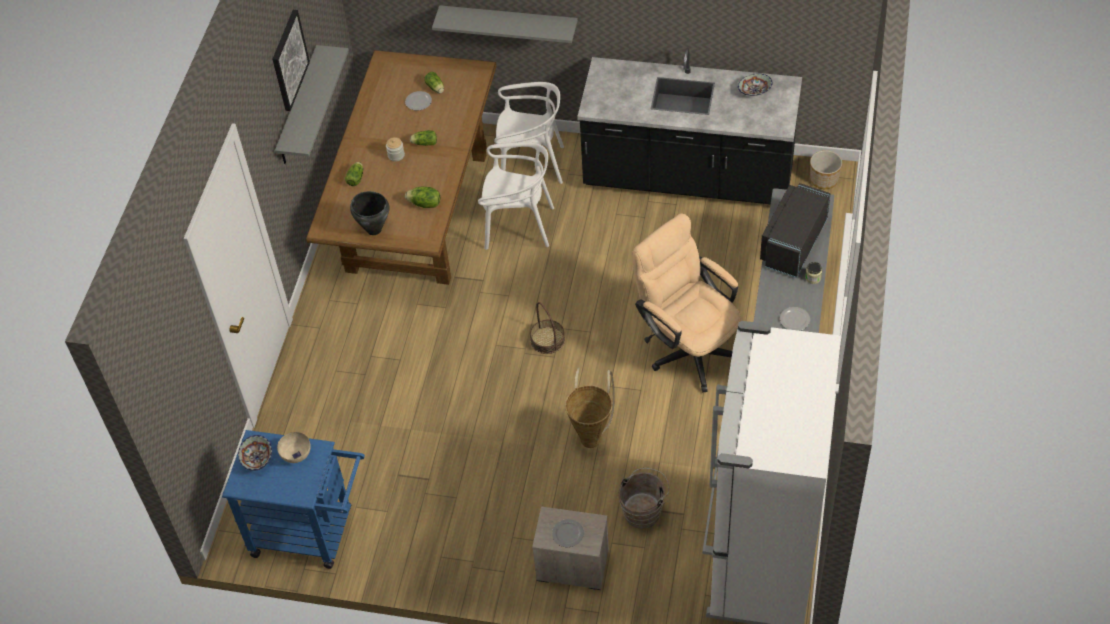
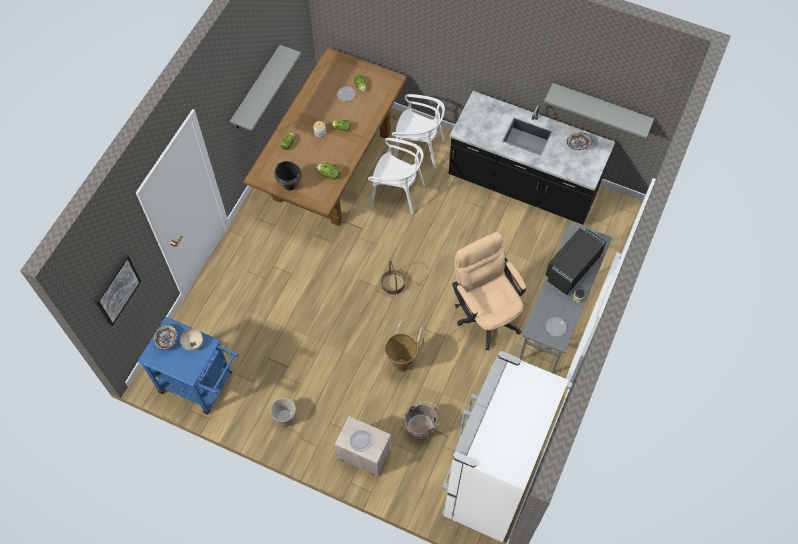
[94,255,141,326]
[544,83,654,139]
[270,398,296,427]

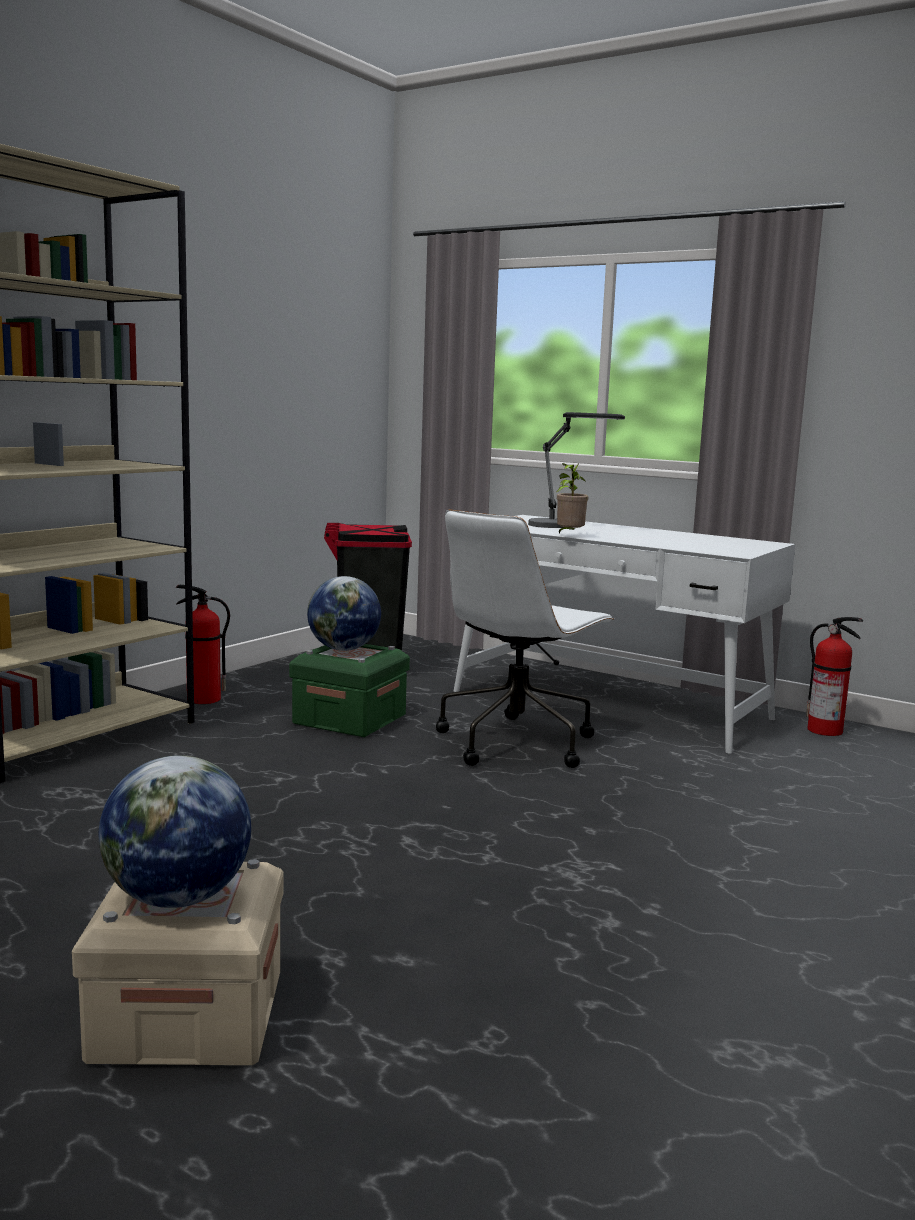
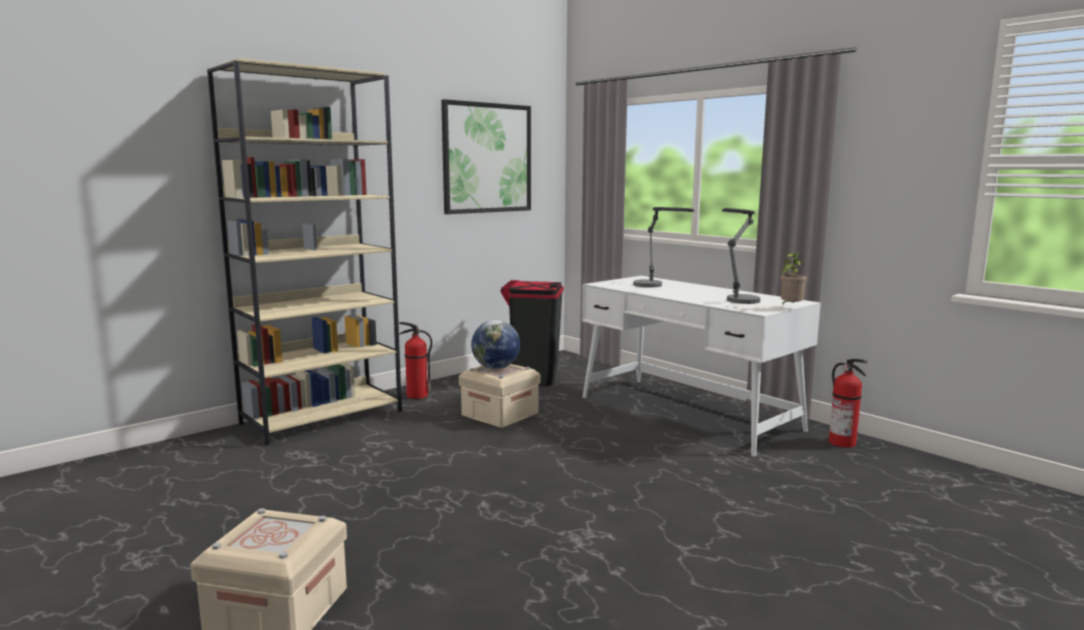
[99,755,251,908] (first image)
[459,364,541,428]
[436,510,614,768] (first image)
[781,252,807,304]
[441,99,531,214]
[722,208,760,304]

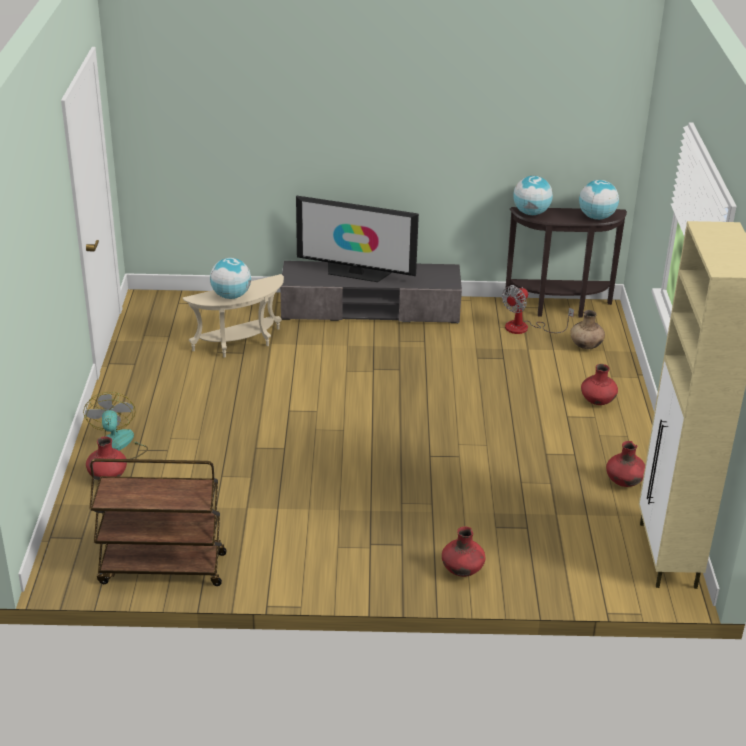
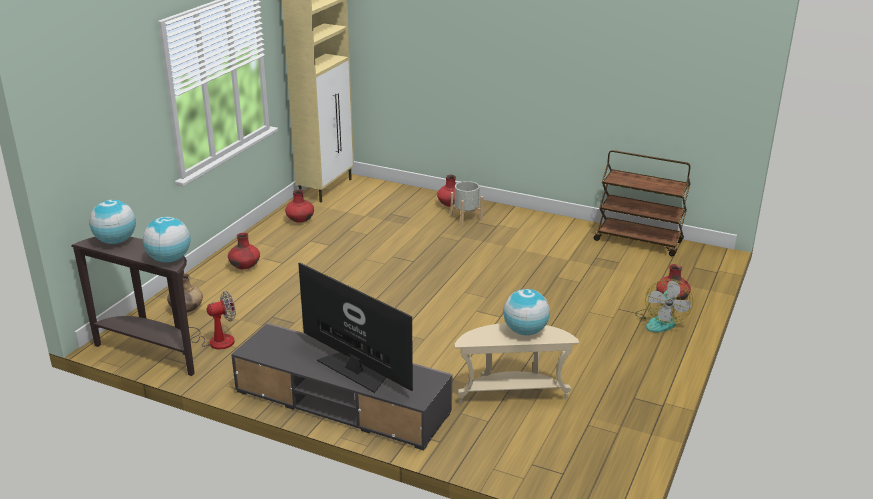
[450,181,483,225]

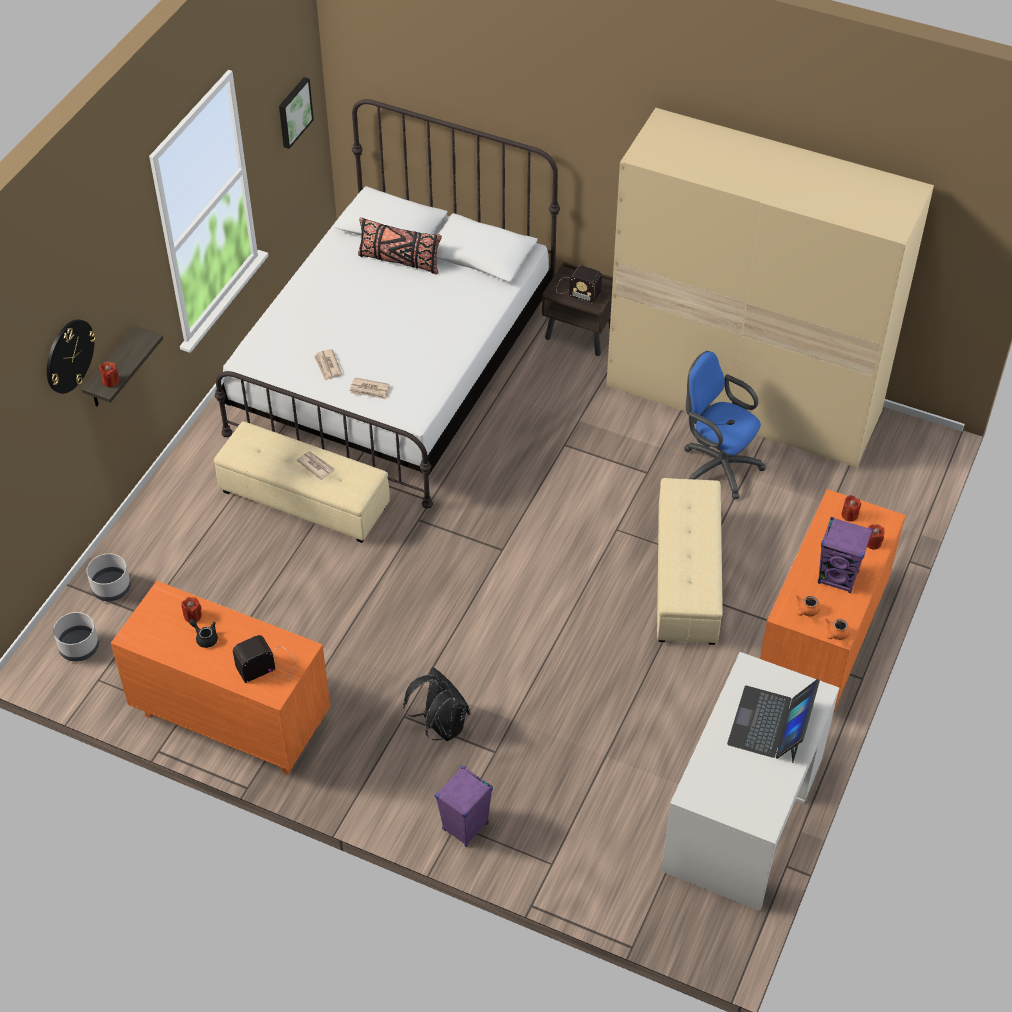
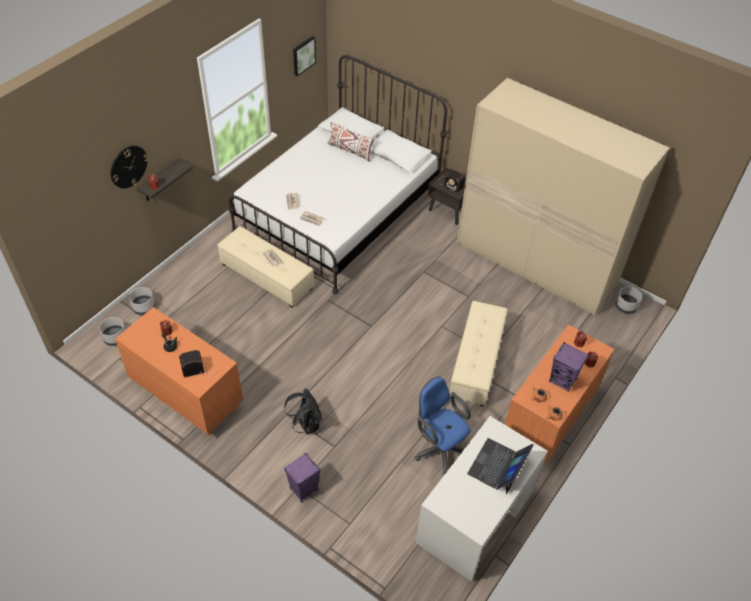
[328,122,375,162]
[415,376,471,475]
[615,287,642,314]

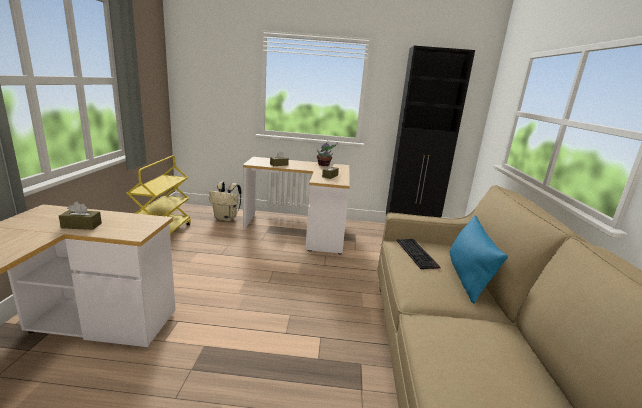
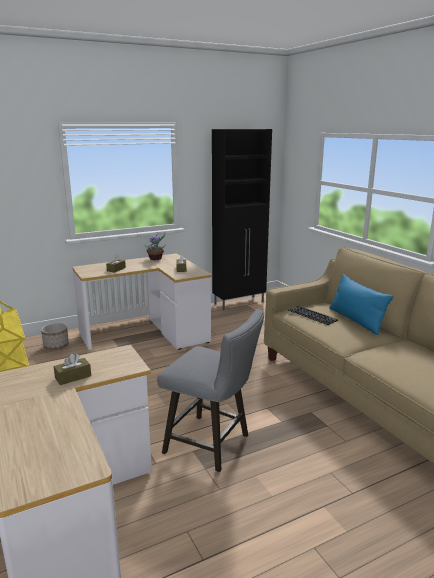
[41,323,69,350]
[157,309,264,472]

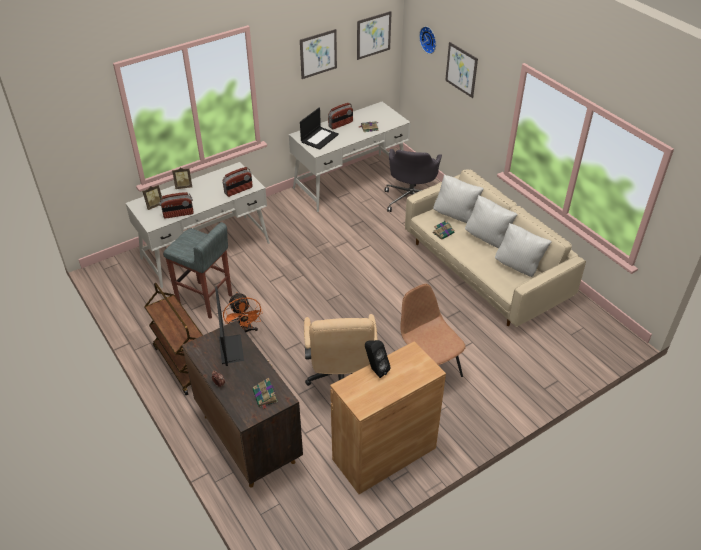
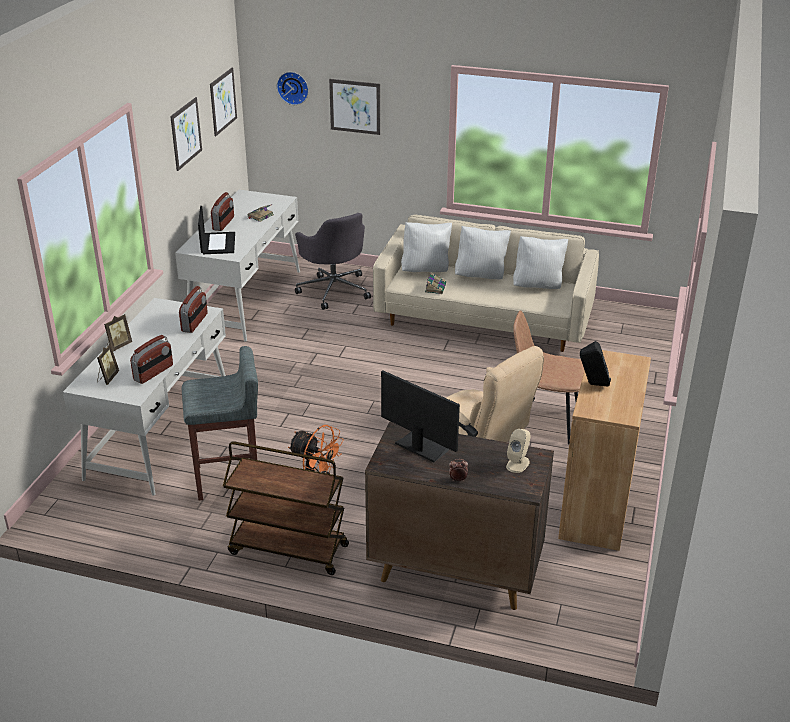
[506,429,530,473]

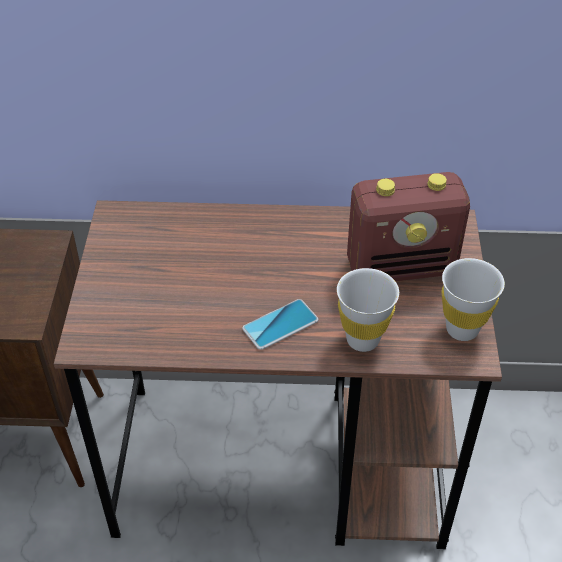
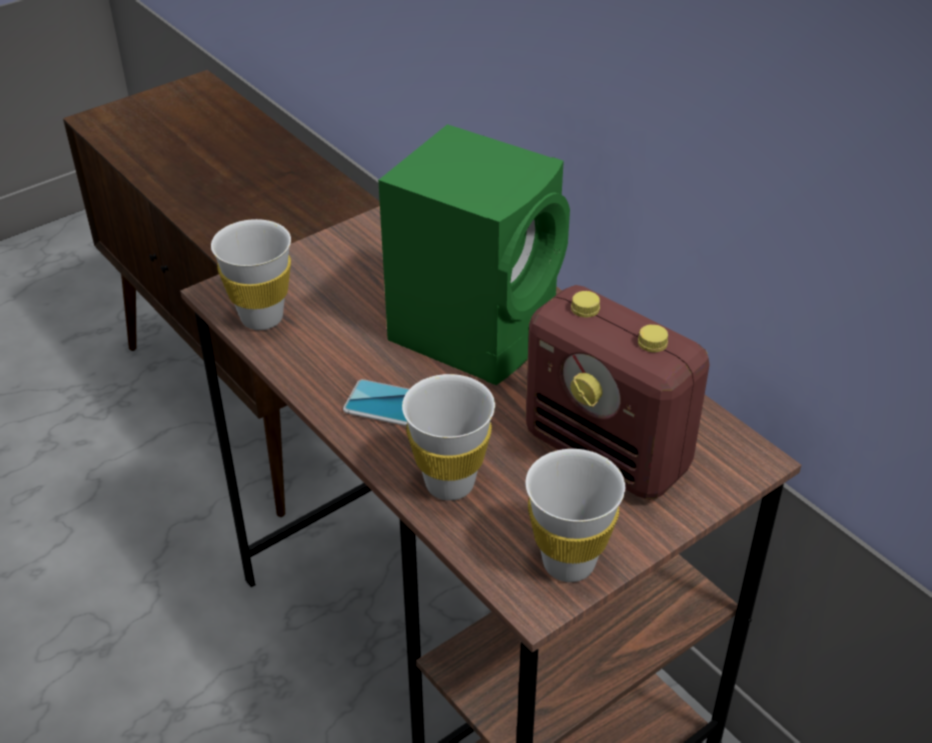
[211,219,291,330]
[378,124,570,385]

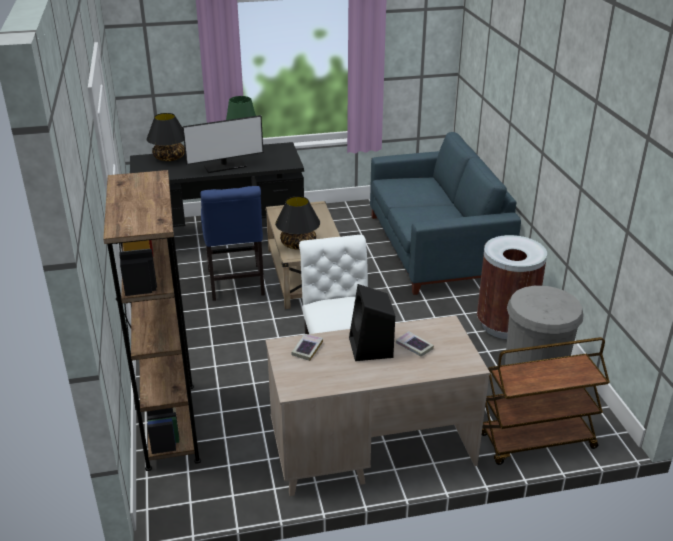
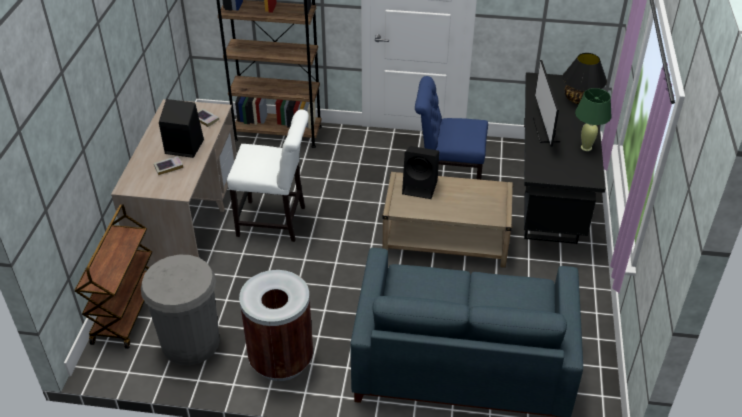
[402,146,439,199]

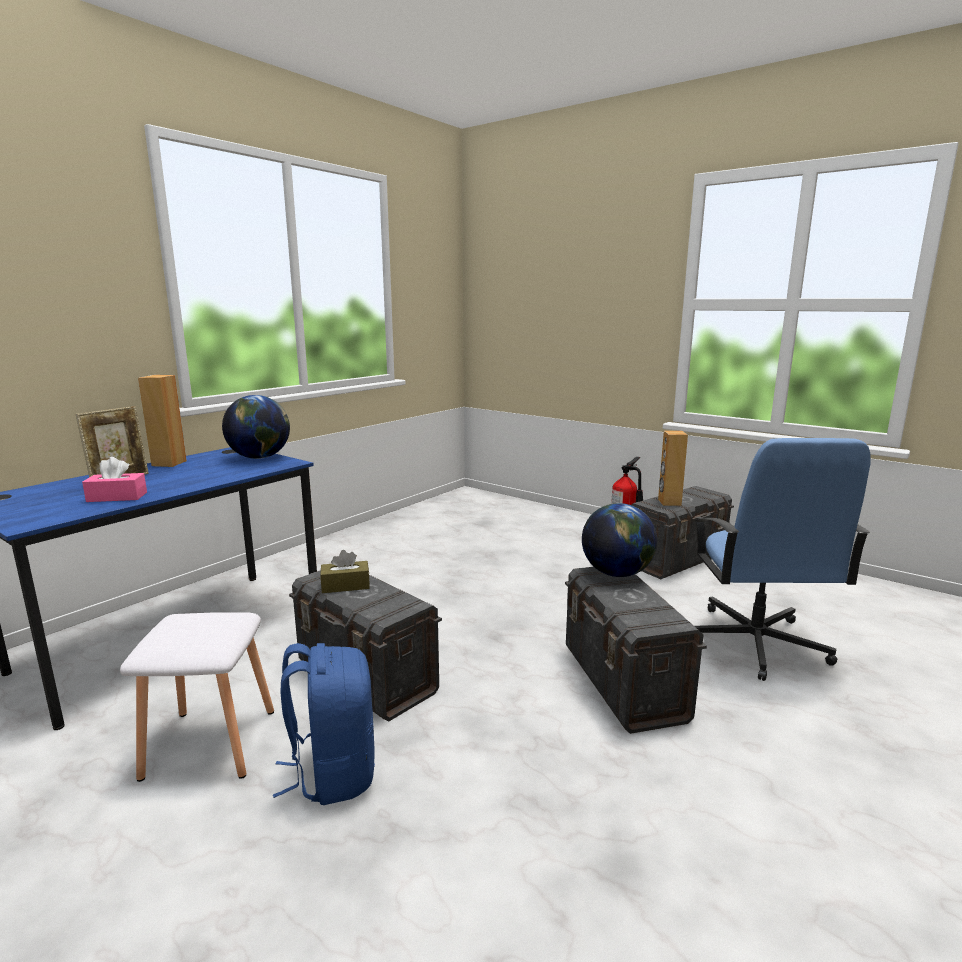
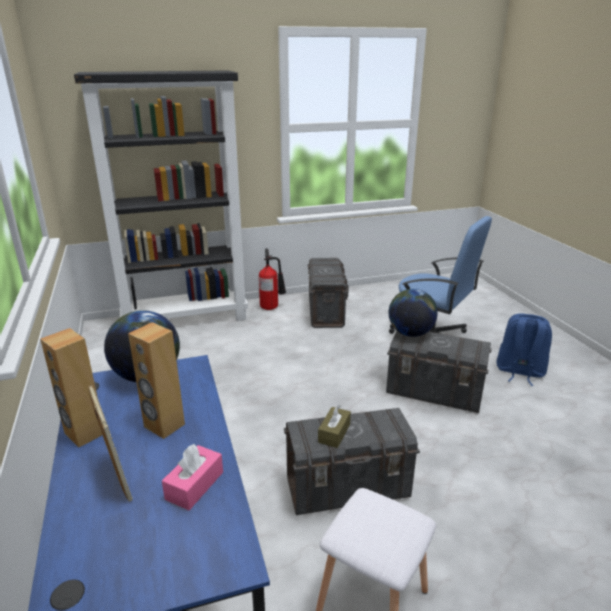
[496,313,552,386]
[128,322,185,439]
[74,70,248,321]

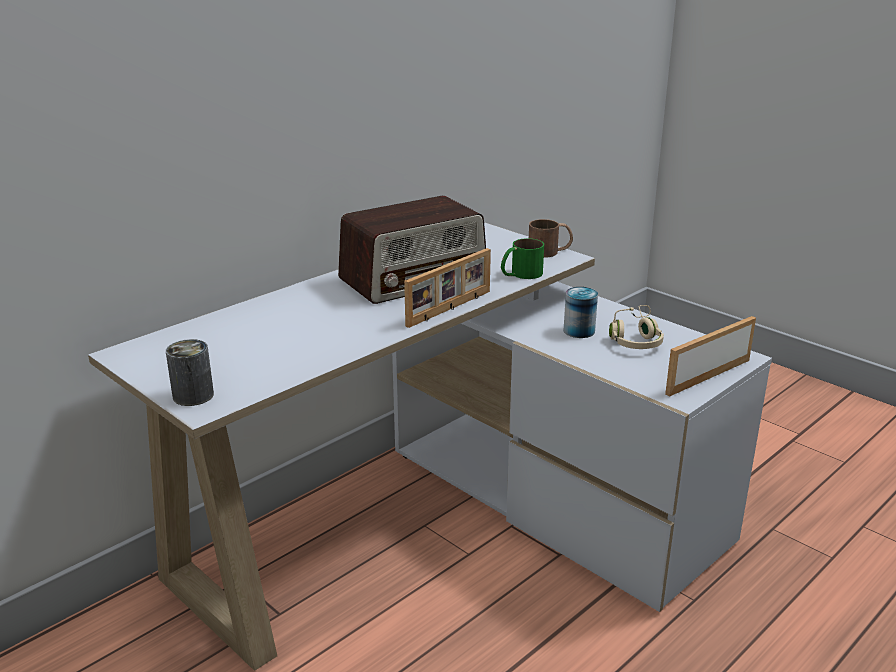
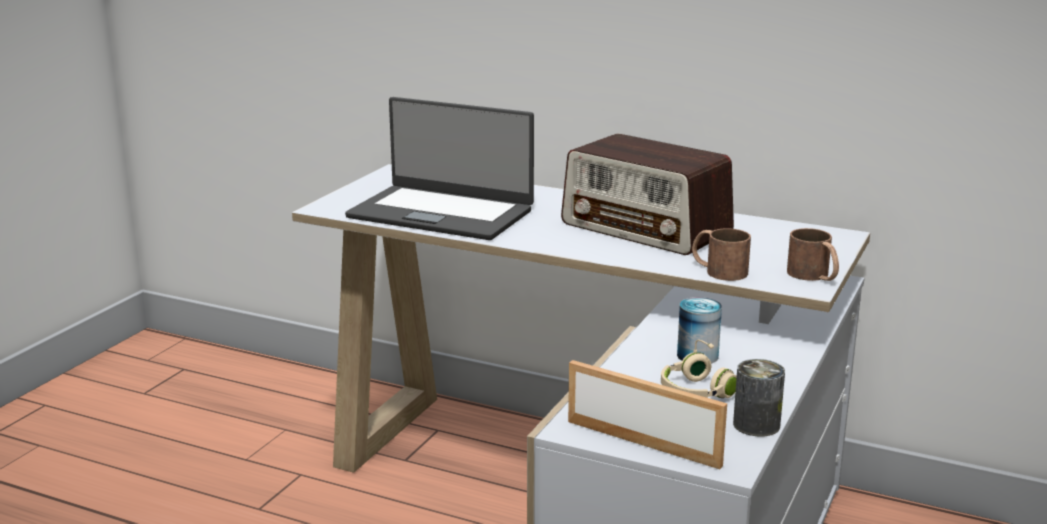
[733,359,785,437]
[404,248,491,328] (first image)
[692,228,751,281]
[345,97,534,240]

